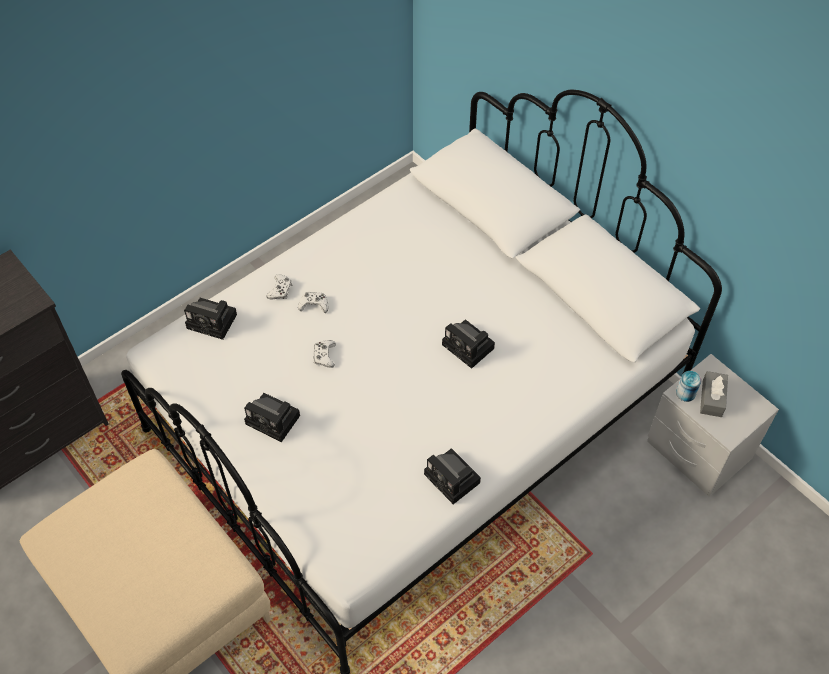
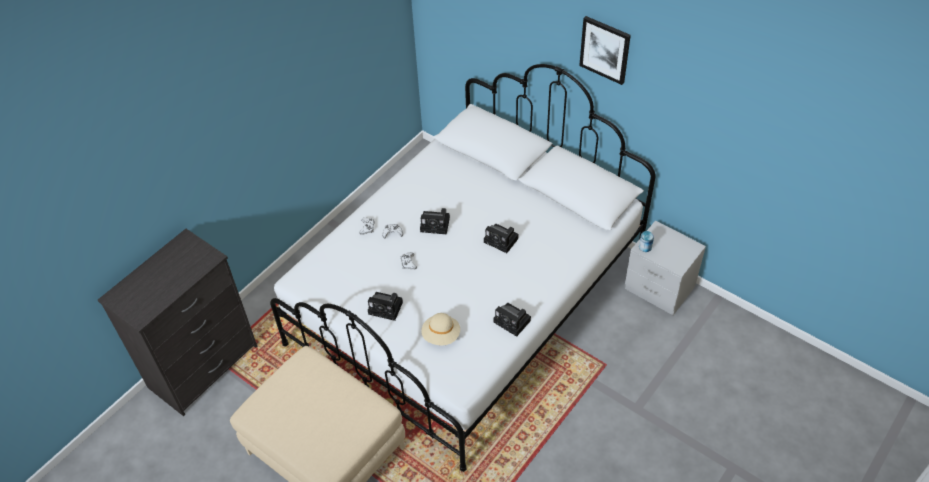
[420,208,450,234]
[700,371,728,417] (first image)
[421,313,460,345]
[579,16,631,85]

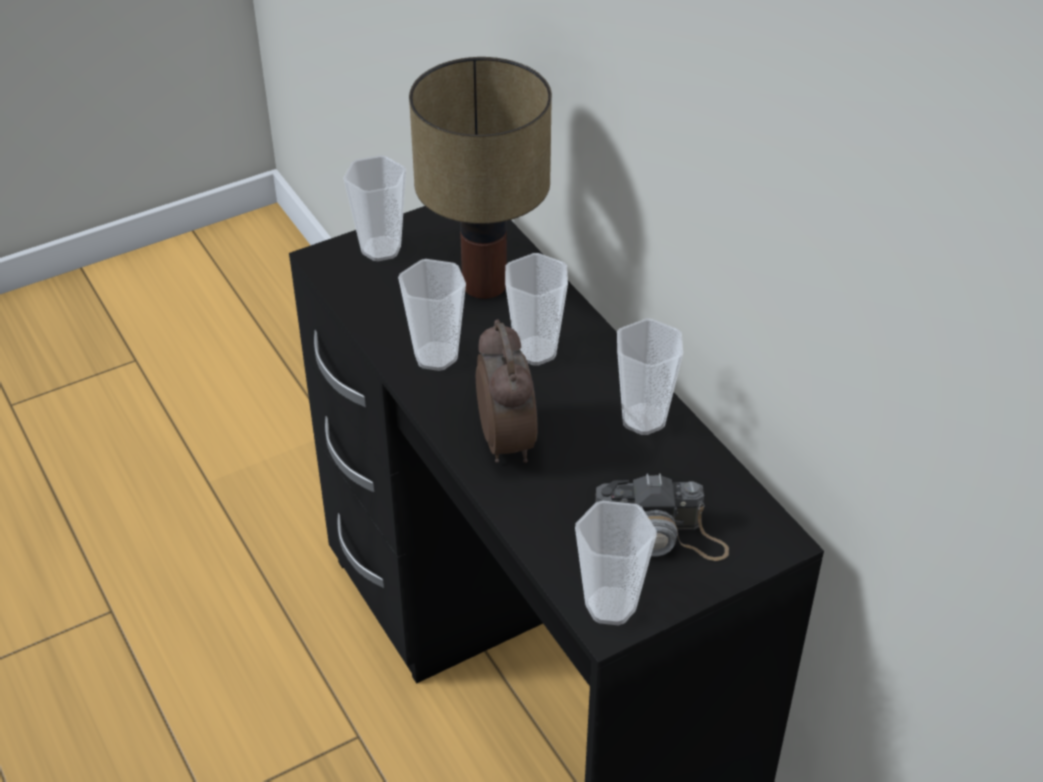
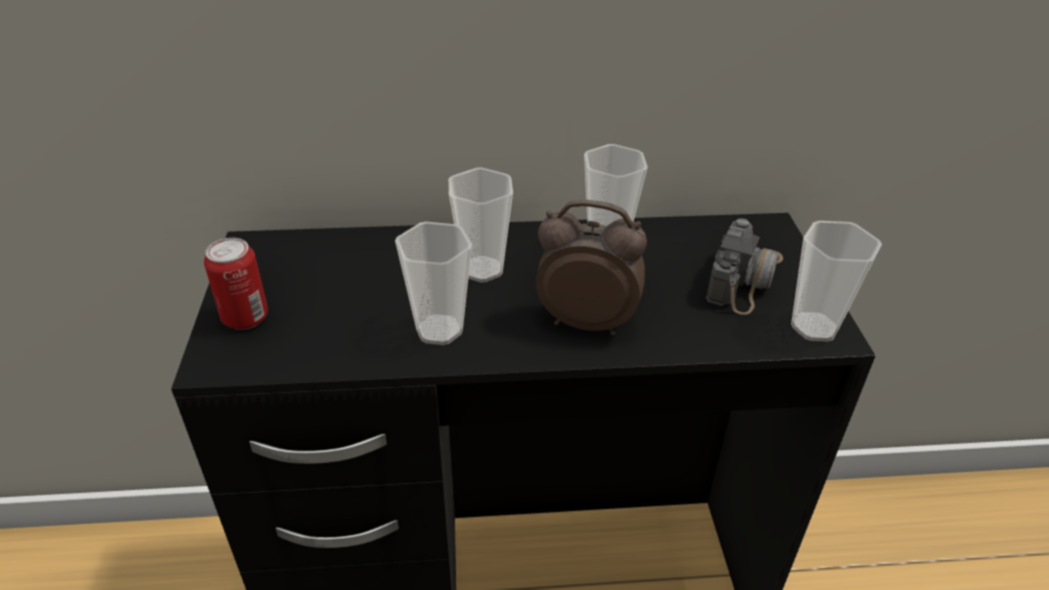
[204,238,268,330]
[409,57,552,299] (first image)

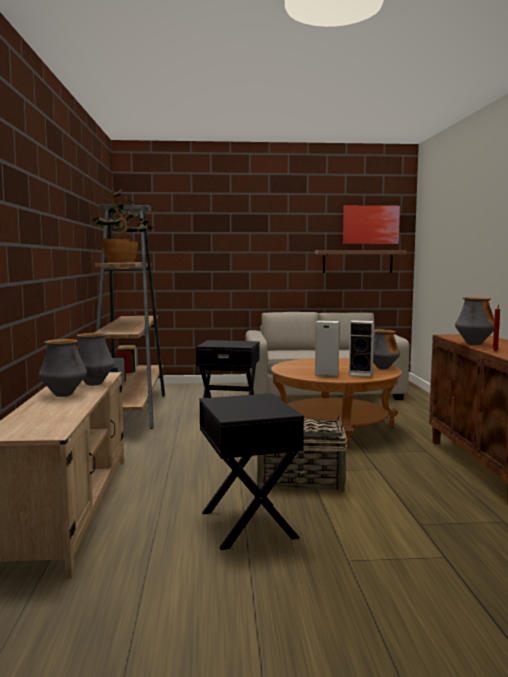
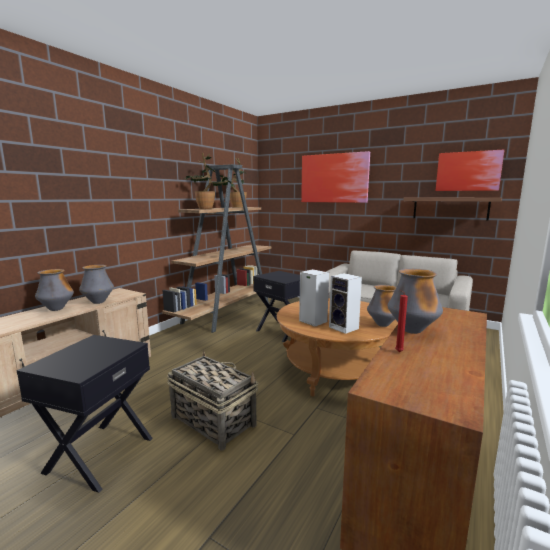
[301,151,370,203]

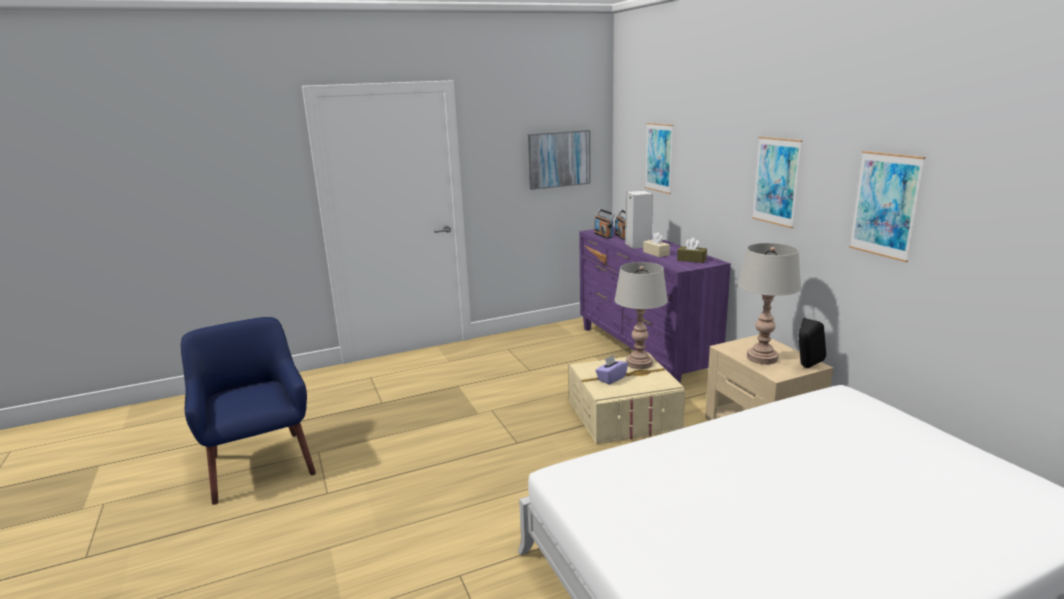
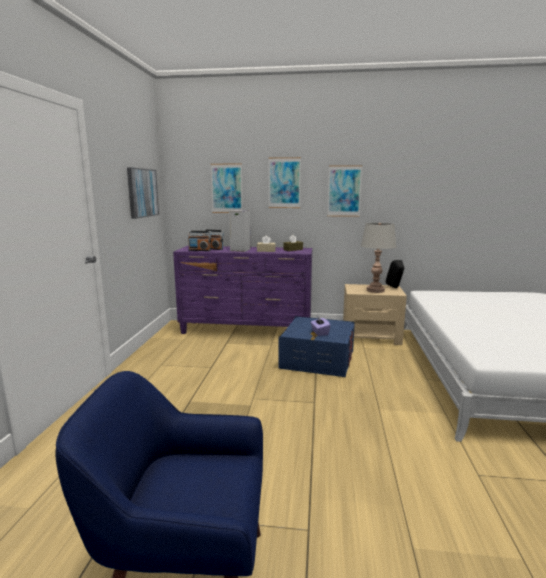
[278,316,355,377]
[614,262,668,369] (first image)
[269,157,301,208]

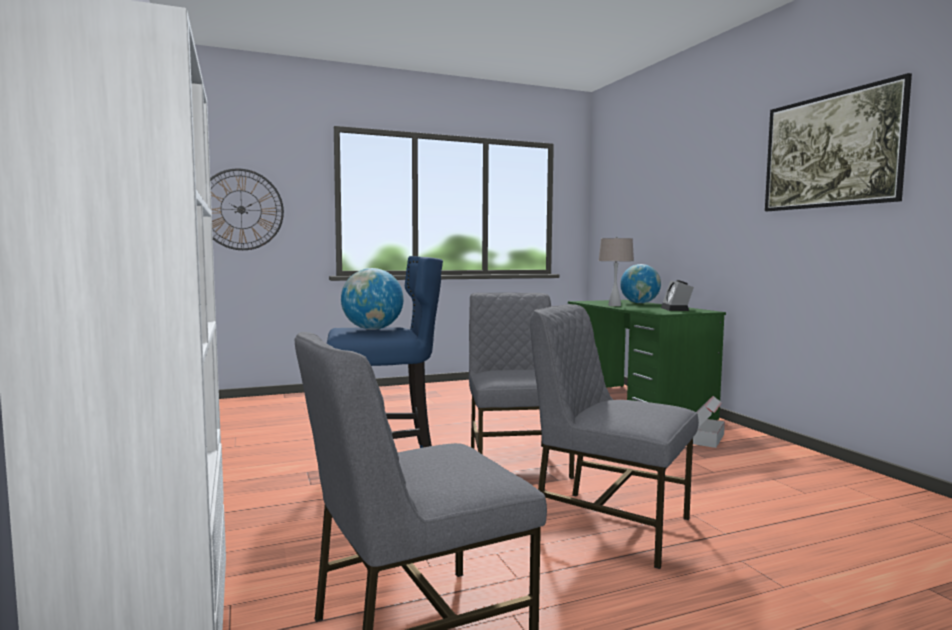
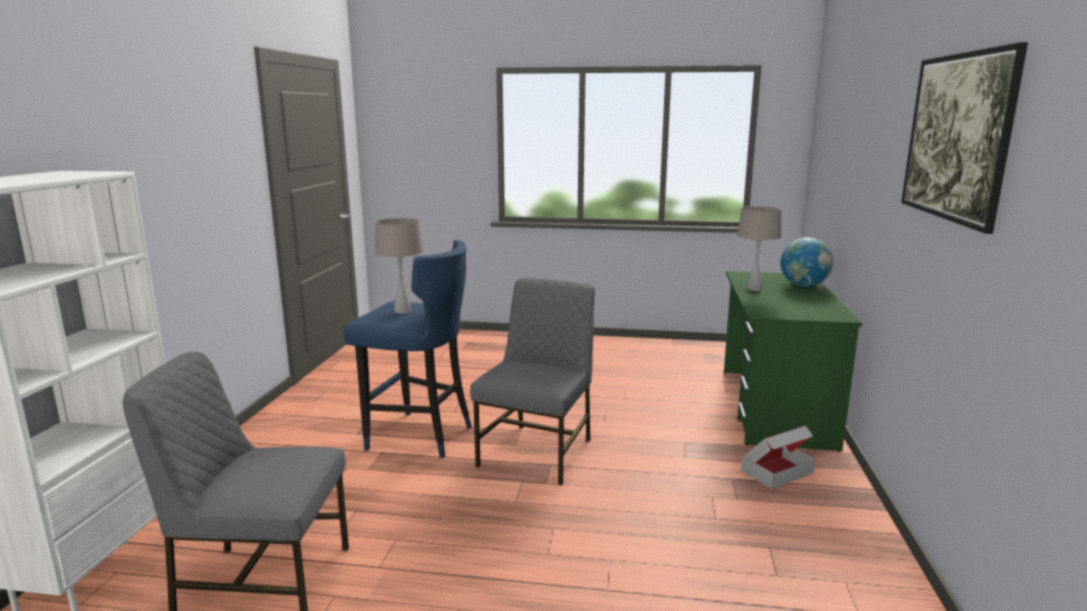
[210,169,284,250] (first image)
[375,218,424,314]
[530,304,699,569] (first image)
[661,280,694,311] (first image)

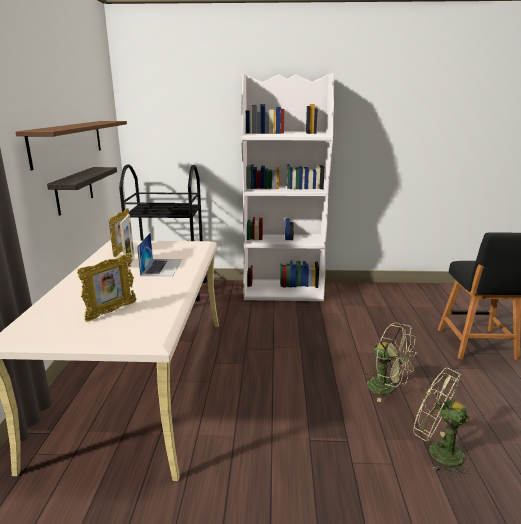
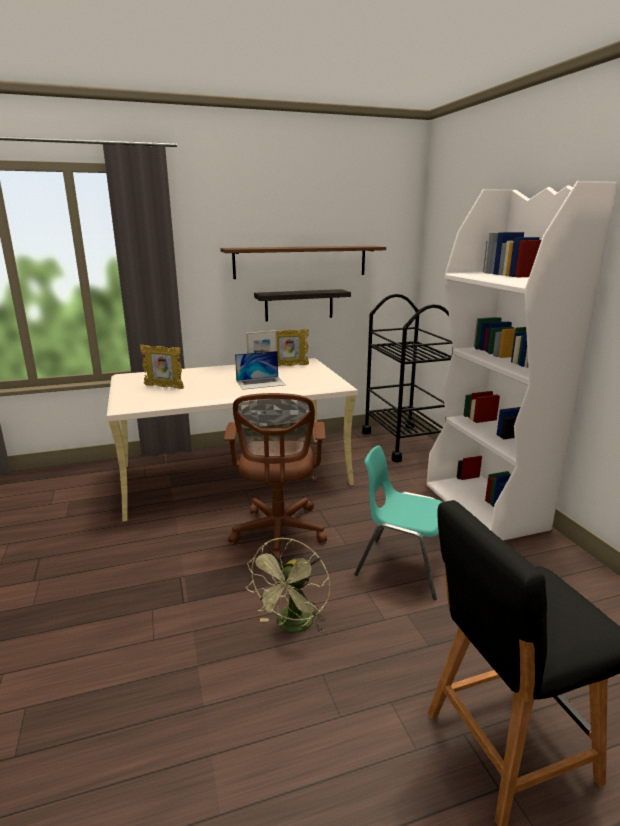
[413,368,473,476] (first image)
[224,393,327,561]
[355,445,443,600]

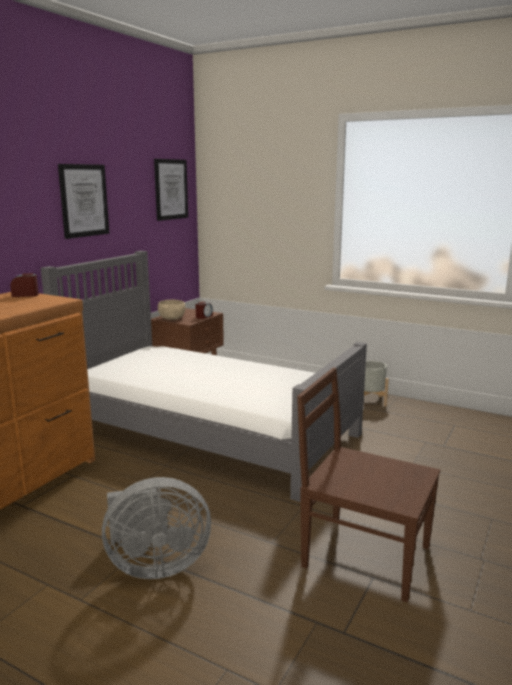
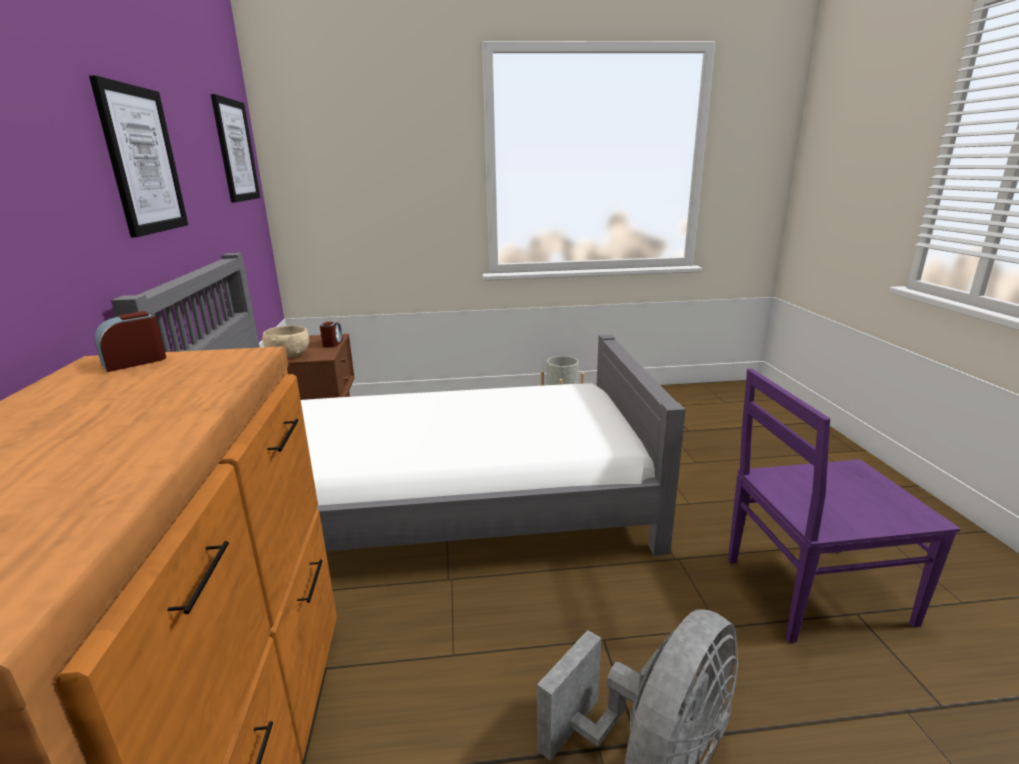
[728,368,960,643]

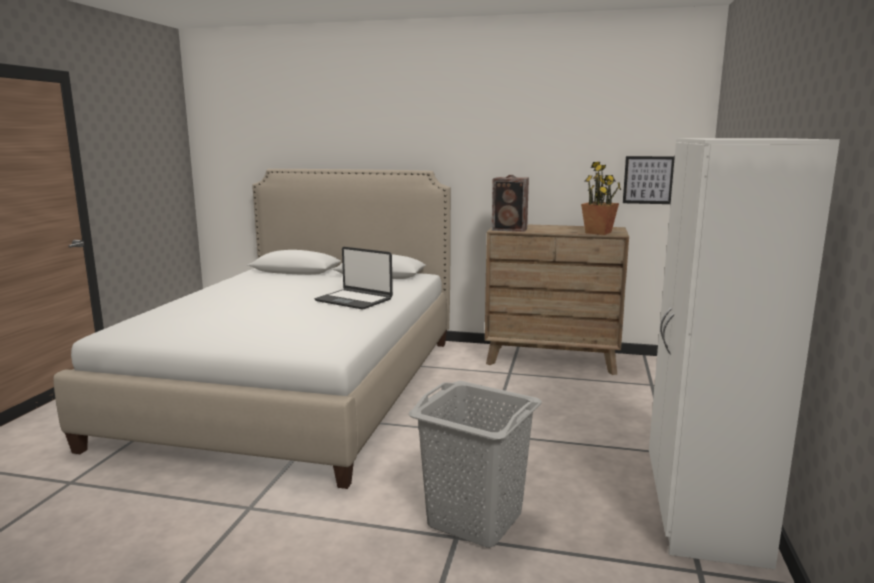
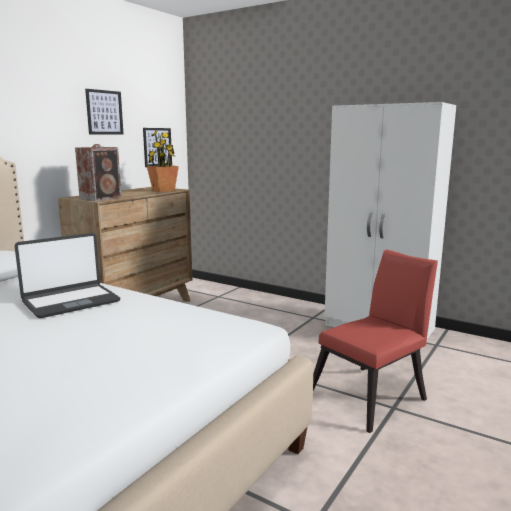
[313,249,438,433]
[85,89,123,134]

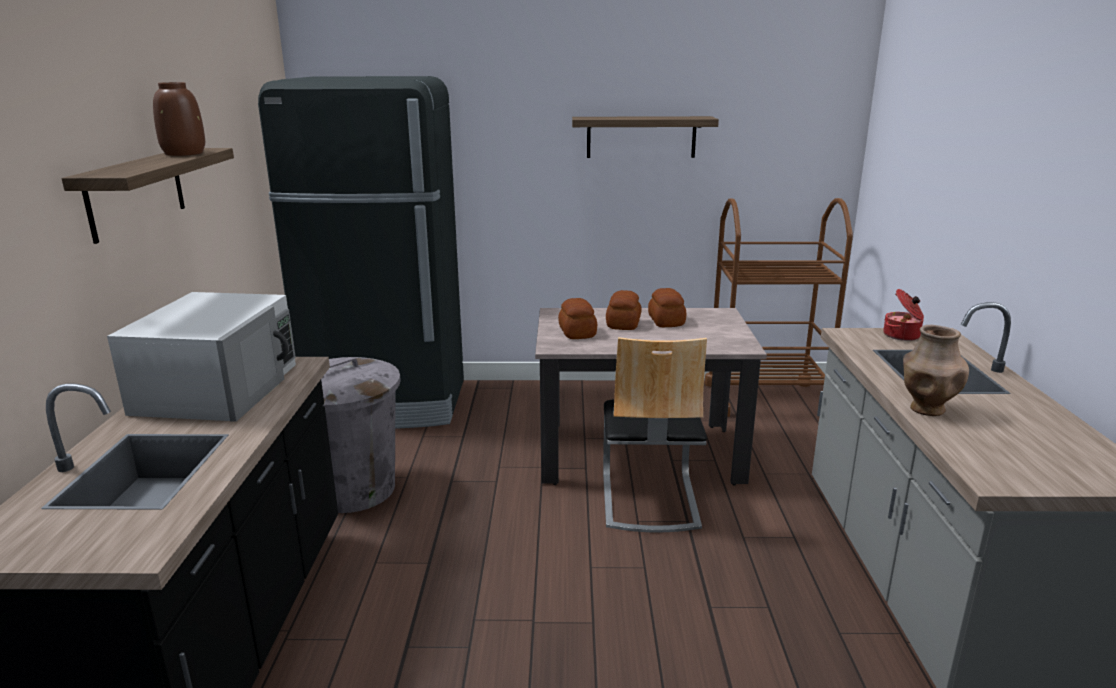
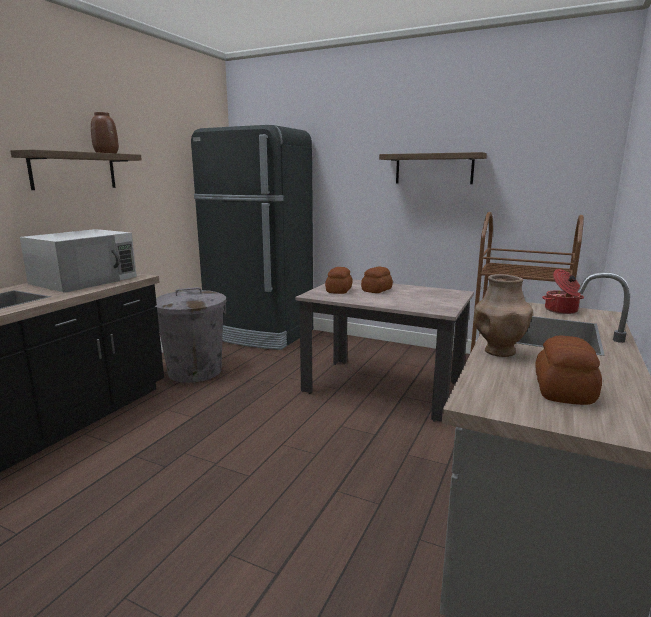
[603,337,707,533] (first image)
[535,335,602,405]

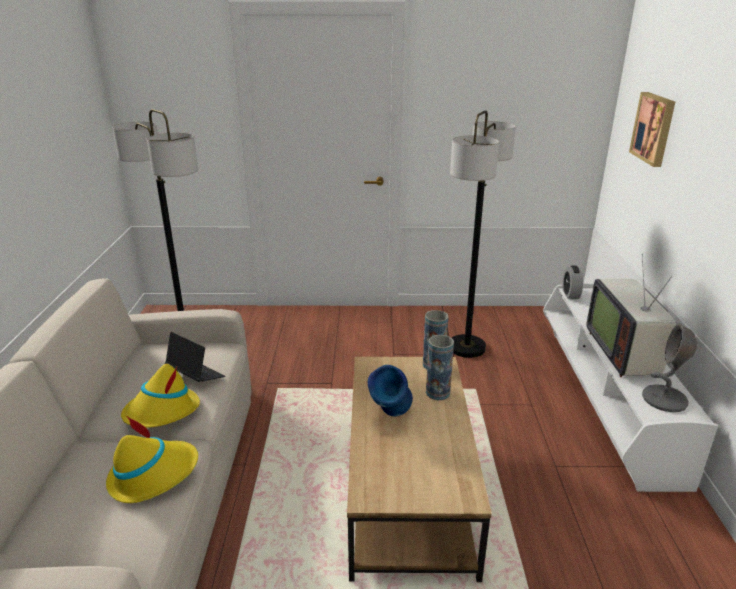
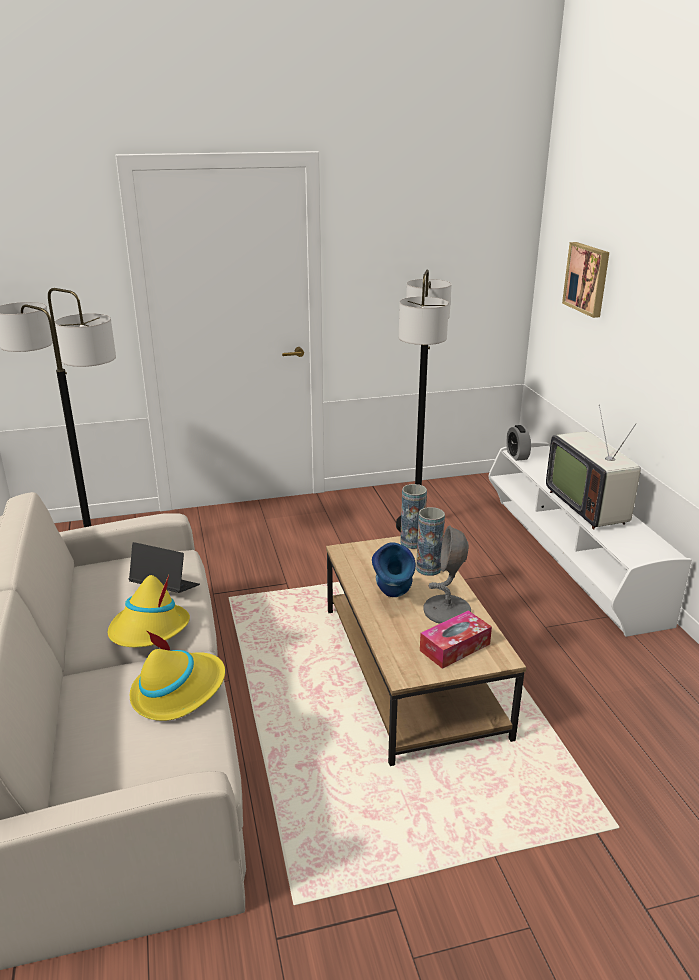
[423,525,471,624]
[420,610,492,669]

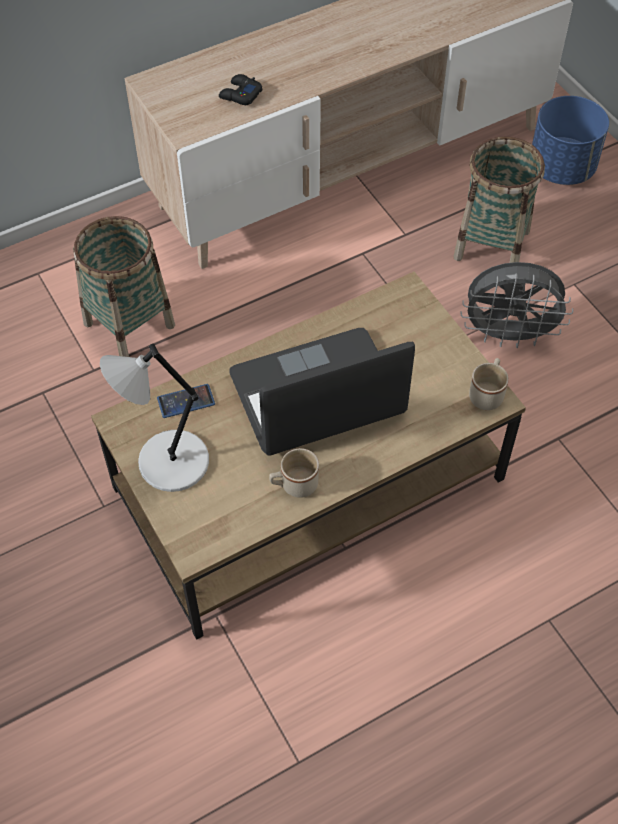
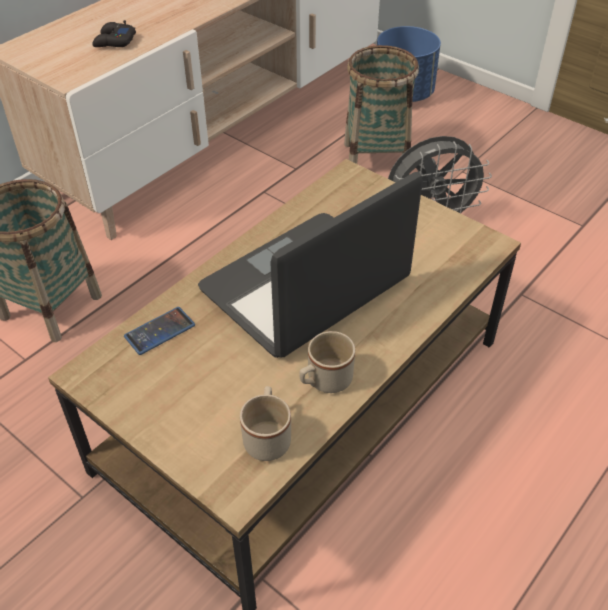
[100,344,209,492] (first image)
[240,386,291,461]

